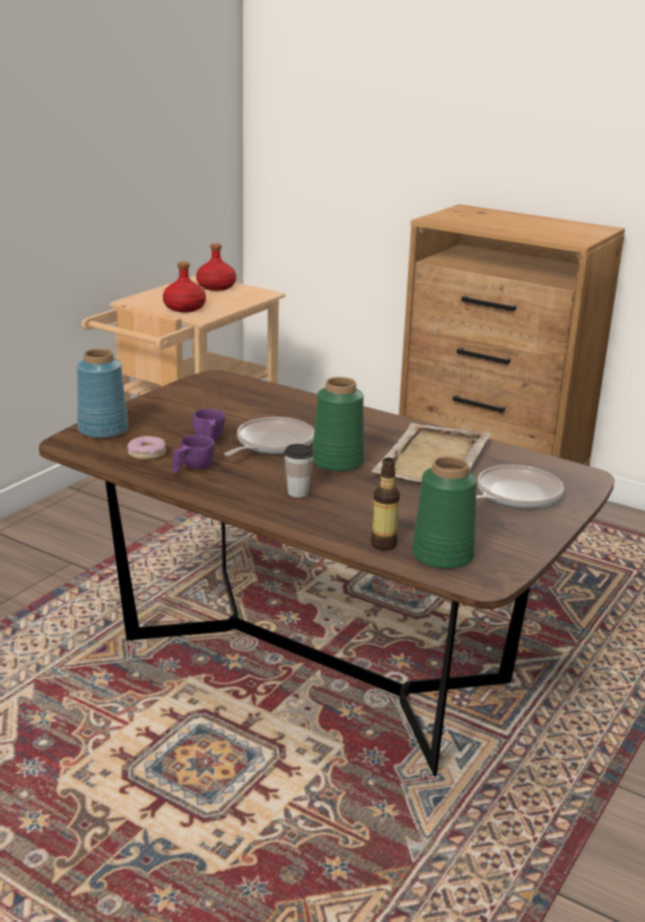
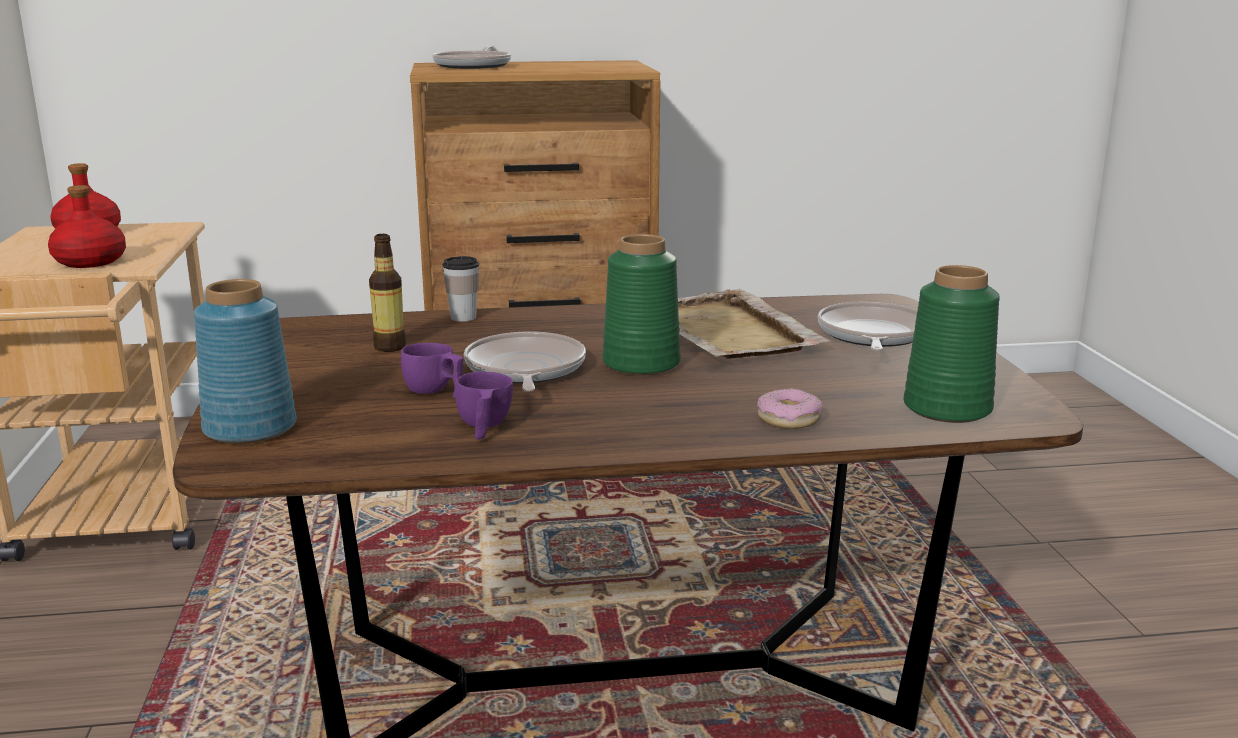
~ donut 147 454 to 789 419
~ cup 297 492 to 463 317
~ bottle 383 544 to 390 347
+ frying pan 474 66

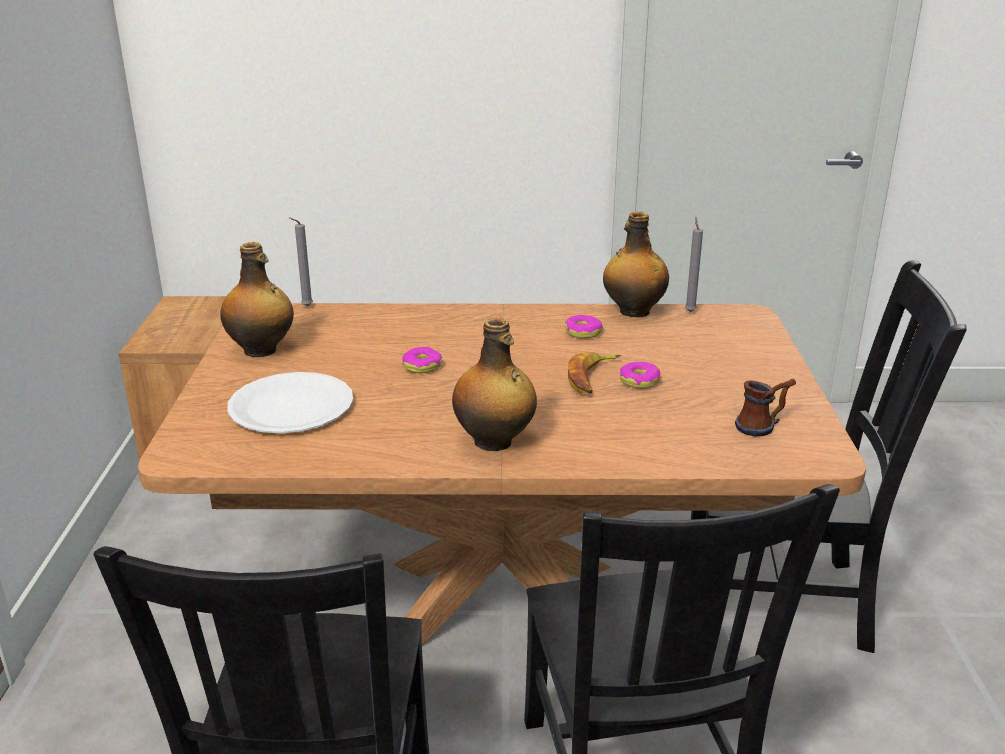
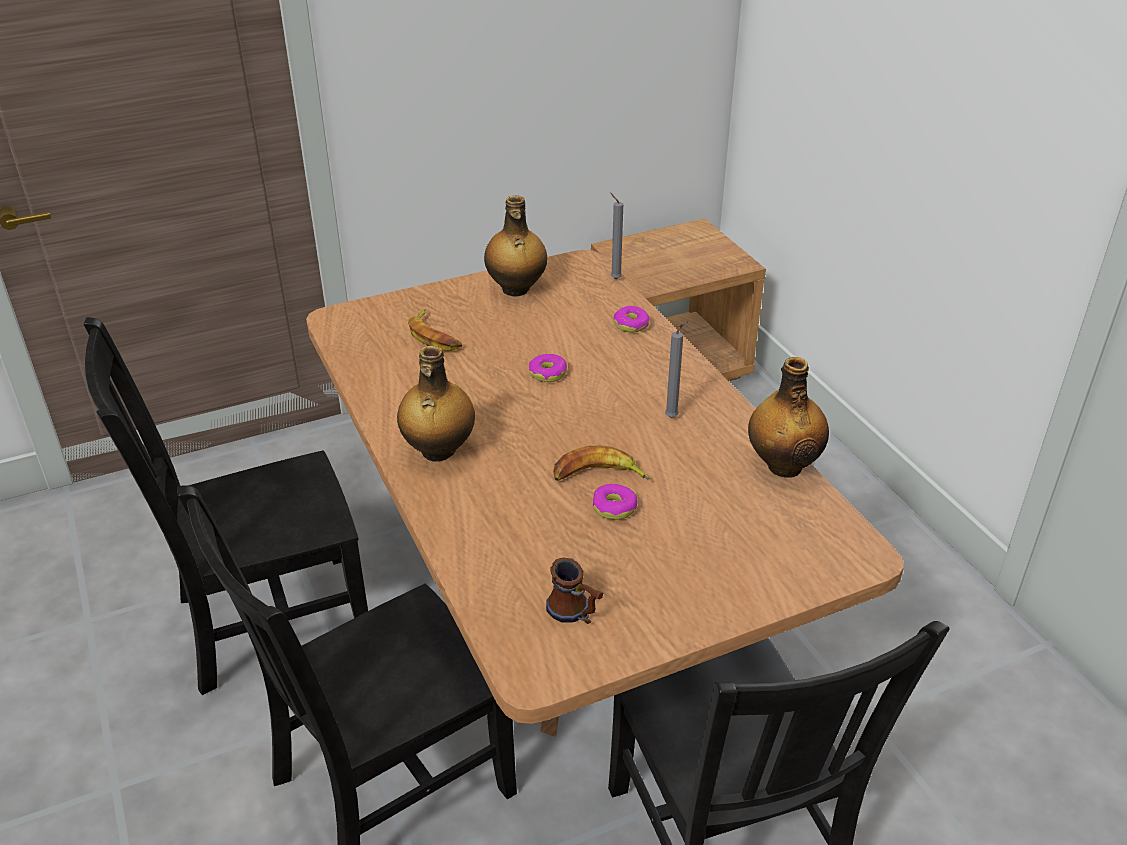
~ white plate 291 406 to banana 434 336
~ donut 583 332 to 631 325
~ grey candle 689 311 to 673 417

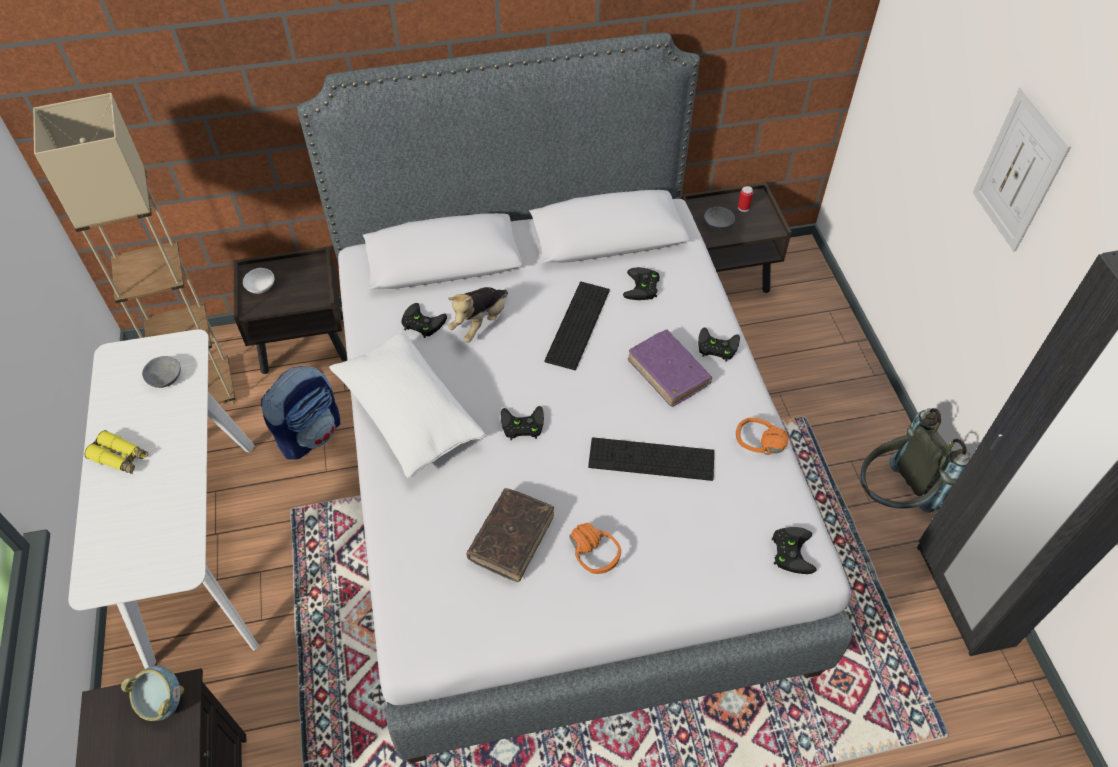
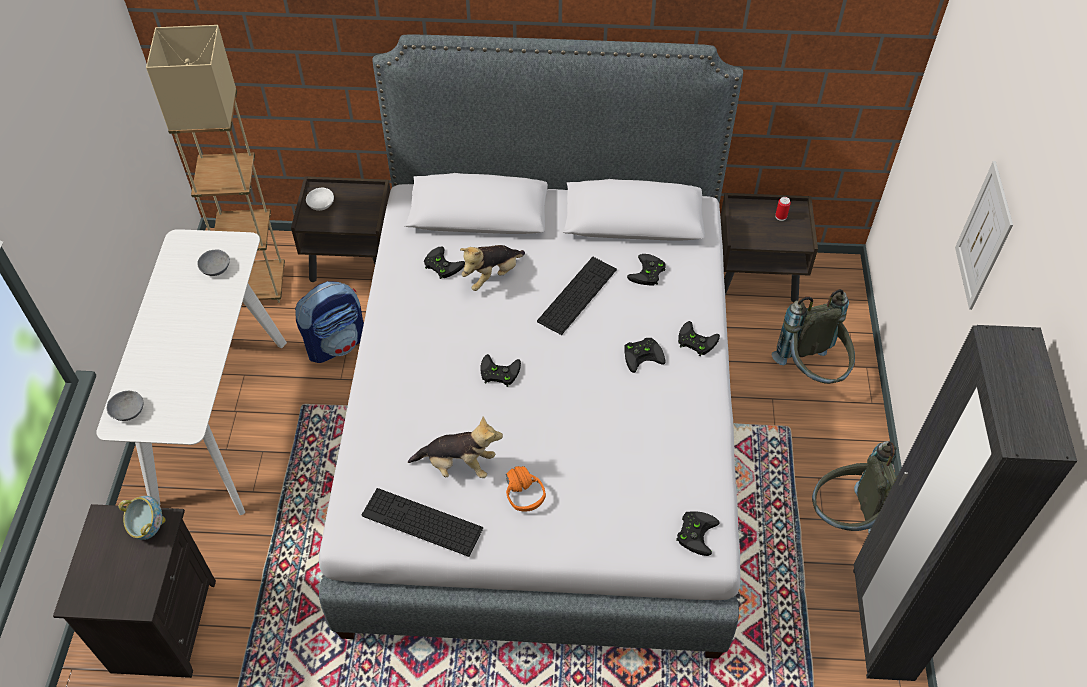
- yellow binoculars 120 457
- white pillow 408 414
~ brown book 511 538 to plush toy 458 465
~ keyboard 651 459 to 422 522
~ purple book 668 373 to black game controller 643 355
~ grey bowl 717 224 to 127 412
- orange headphones 758 449
+ grey backpack 812 372

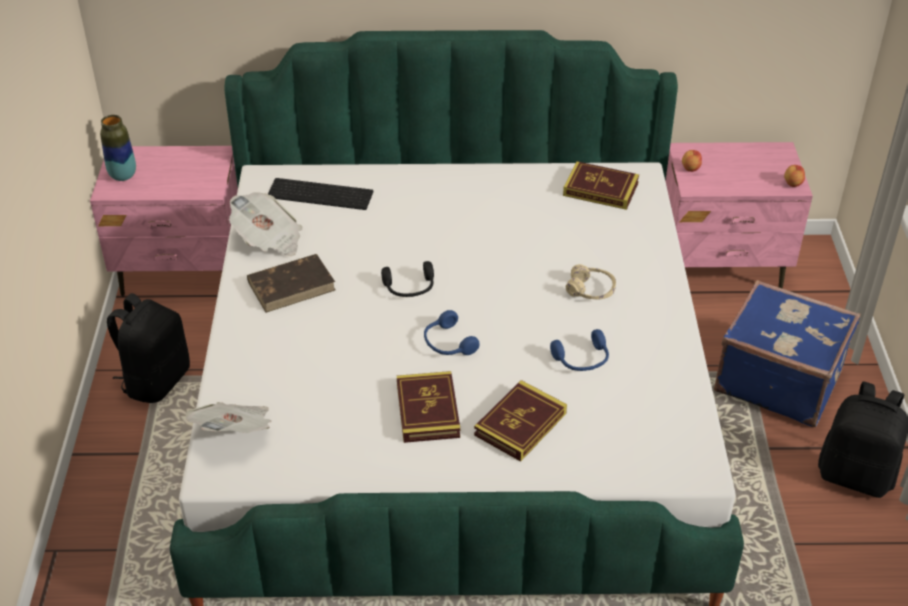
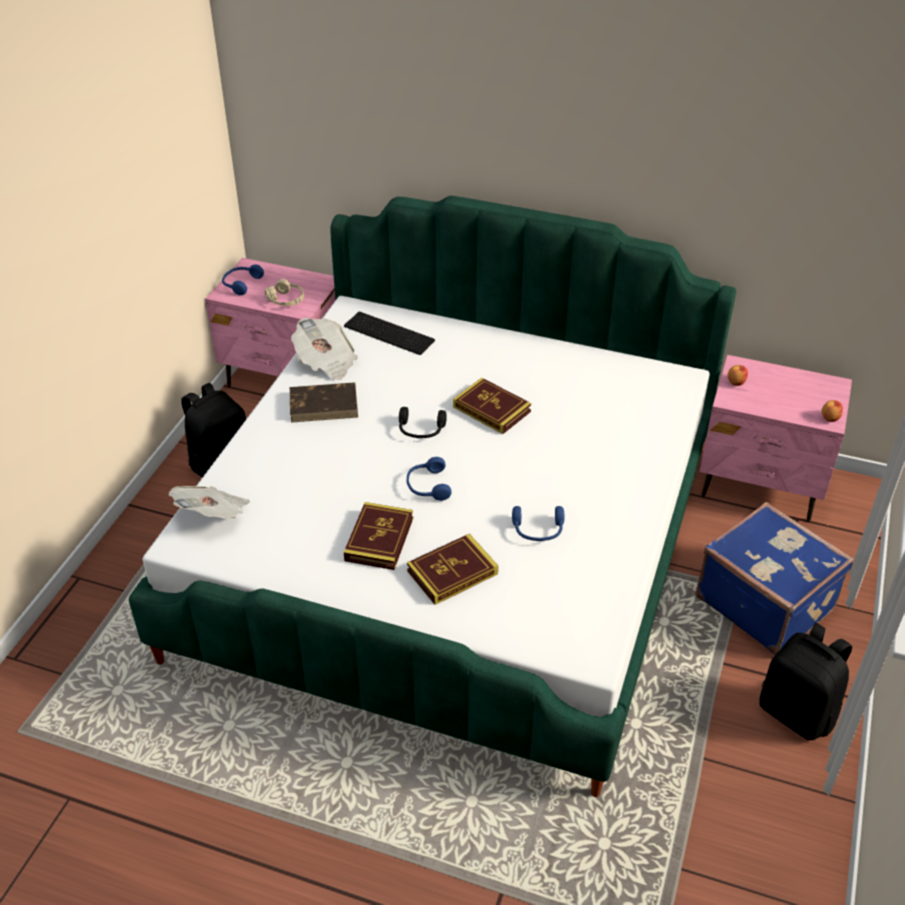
~ vase 123 175 to blue headphones 241 284
~ book 600 189 to 491 409
~ beige headphones 591 290 to 286 300

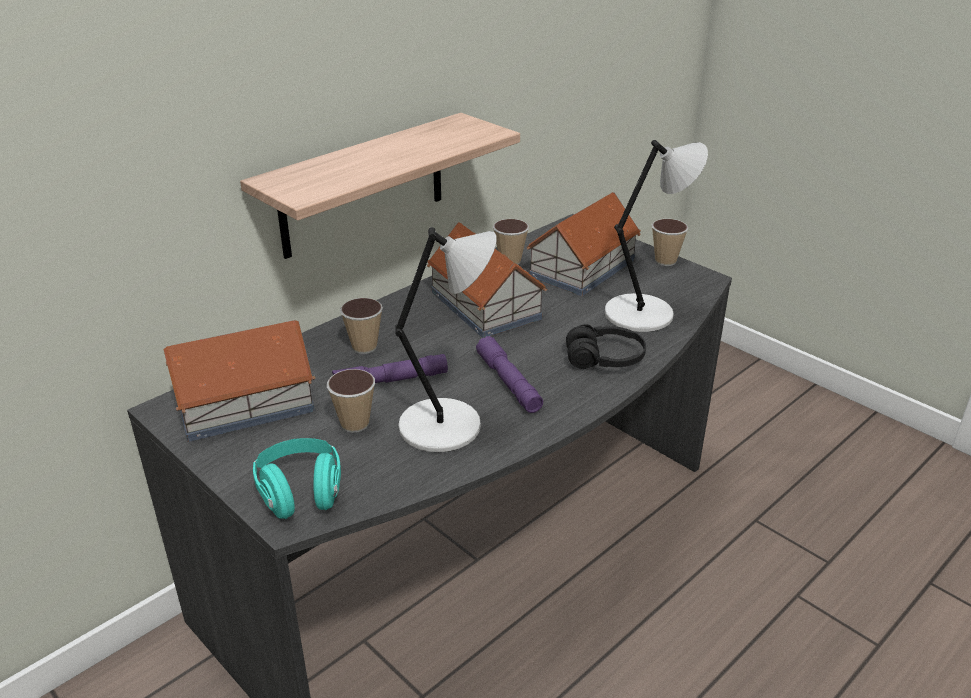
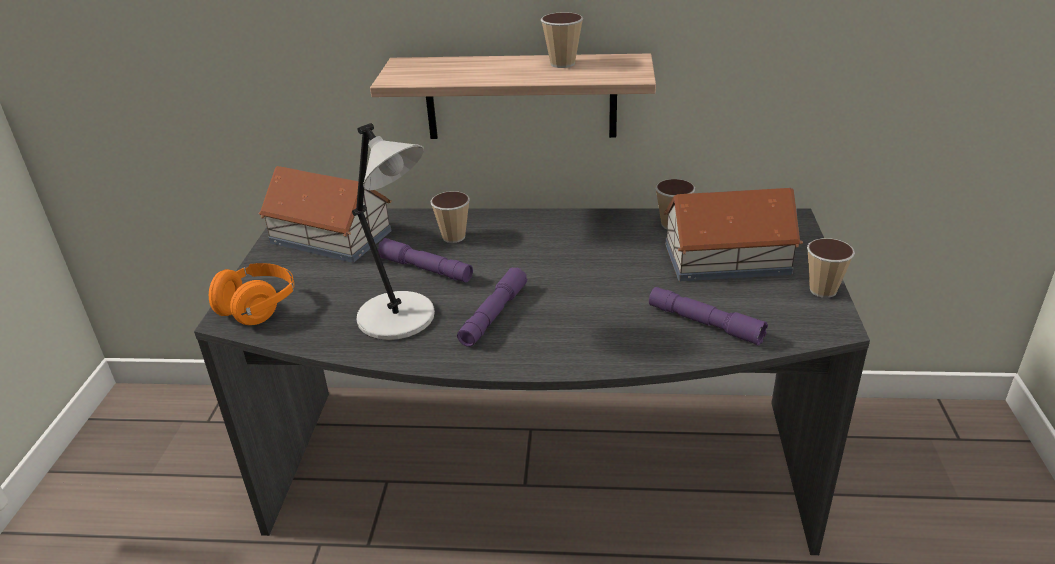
~ turquoise headphones 301 493 to orange headphones 258 308
~ cup 355 424 to 562 64
- toy house 485 306
- black headphones 605 359
~ grey table lamp 642 314 to purple flashlight 705 324

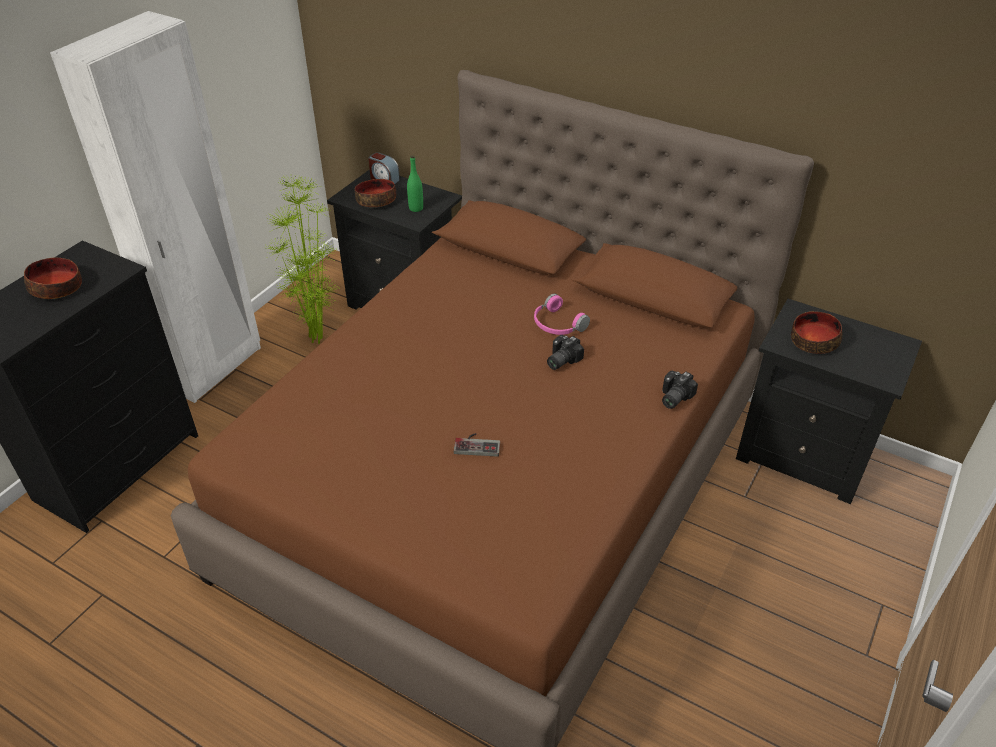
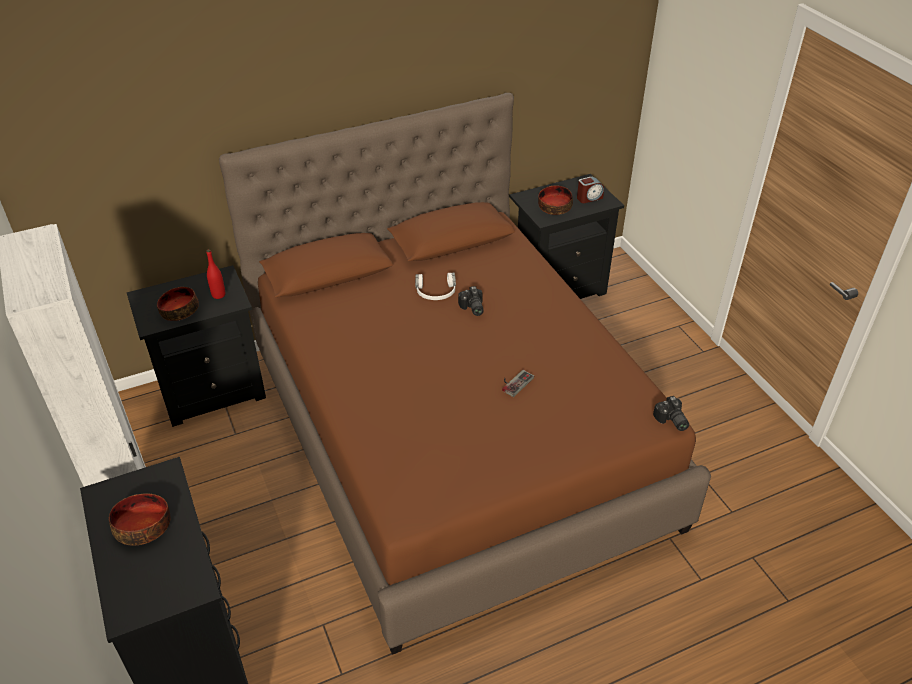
- potted plant 319 339
~ alarm clock 384 179 to 589 198
~ green bottle 416 208 to red bottle 218 295
~ pink headphones 557 324 to white headphones 436 292
~ photo camera 673 397 to 671 421

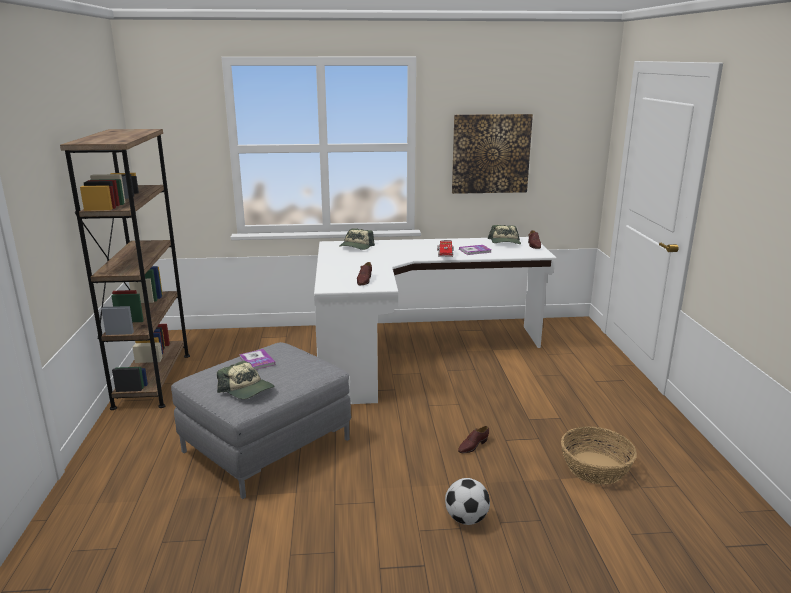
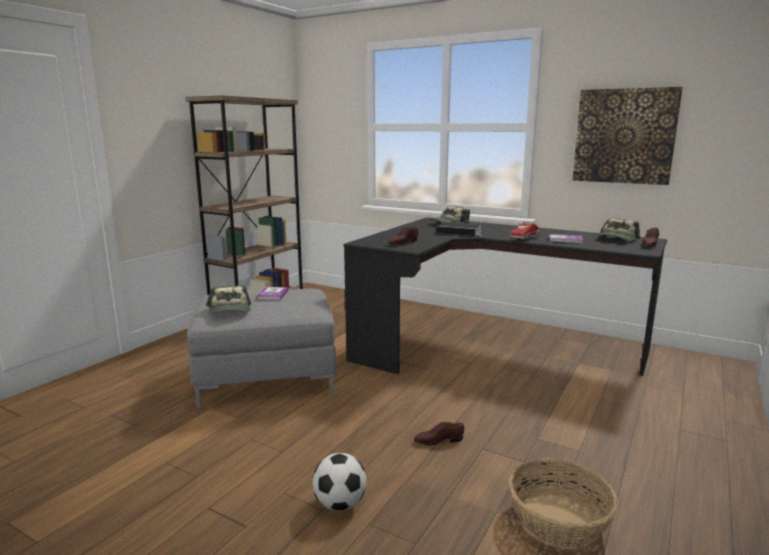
~ white desk 415 353 to black desk 489 345
+ book 461 232

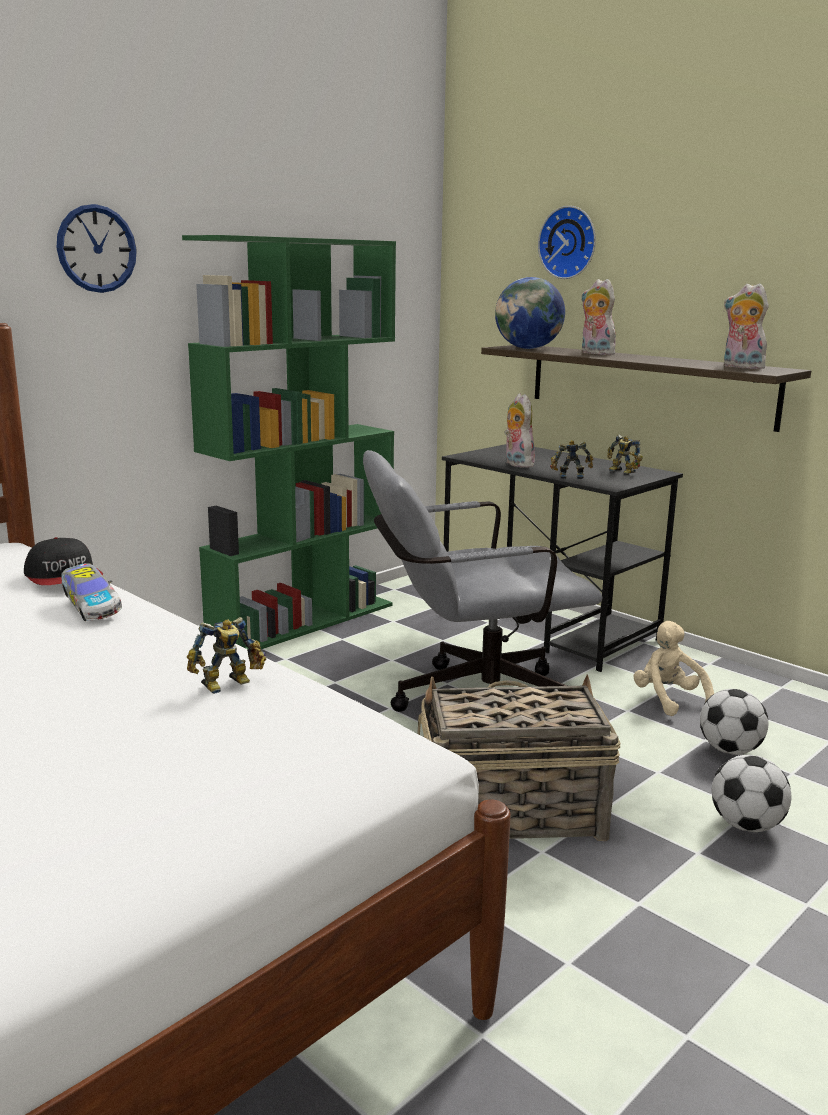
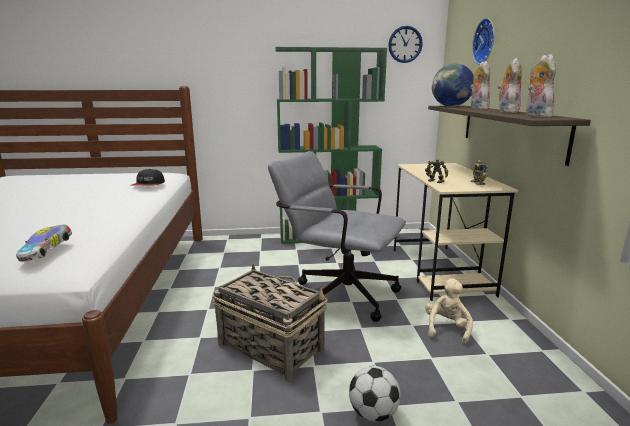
~ wall clock 96 249 to 405 44
~ toy car 90 607 to 47 252
- toy robot 229 685
~ black desk 549 628 to beige desk 440 271
~ plush toy 516 464 to 506 112
- football 730 750

